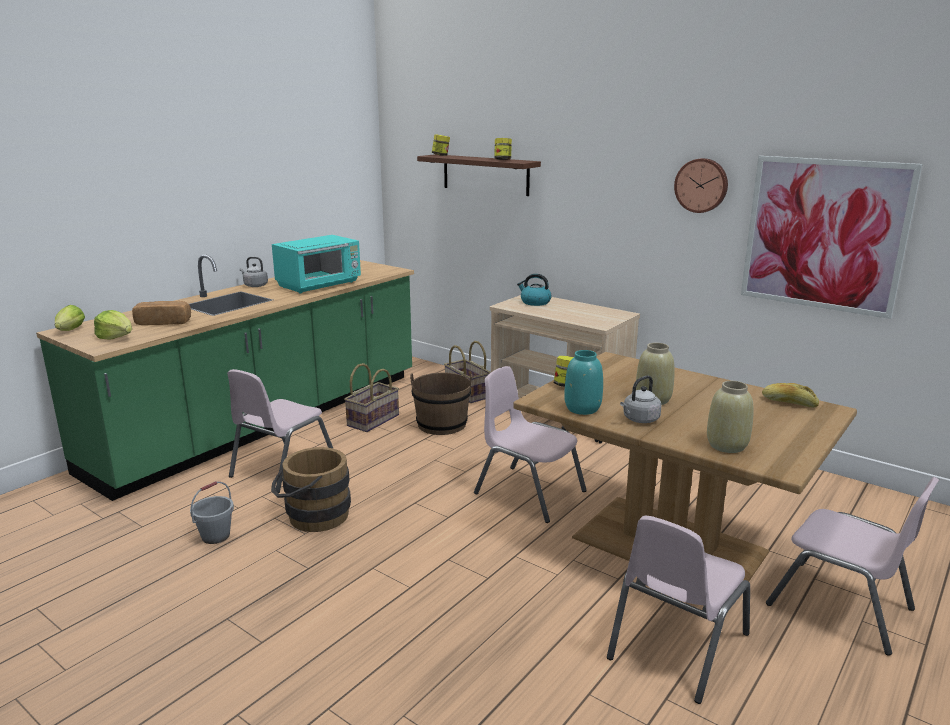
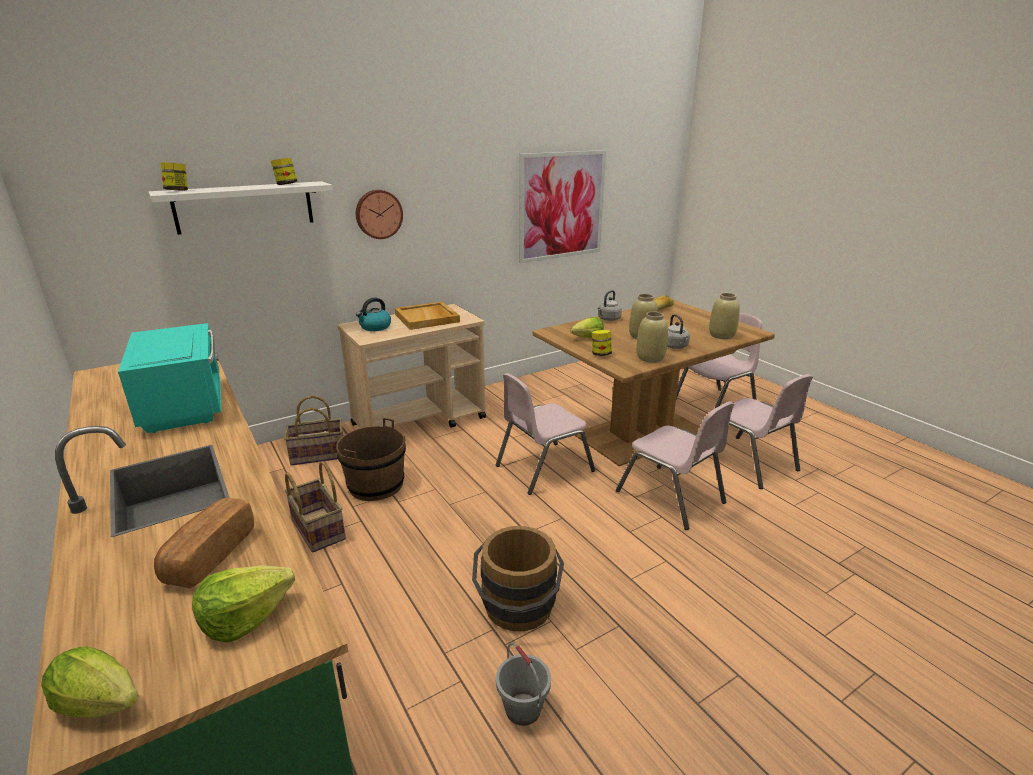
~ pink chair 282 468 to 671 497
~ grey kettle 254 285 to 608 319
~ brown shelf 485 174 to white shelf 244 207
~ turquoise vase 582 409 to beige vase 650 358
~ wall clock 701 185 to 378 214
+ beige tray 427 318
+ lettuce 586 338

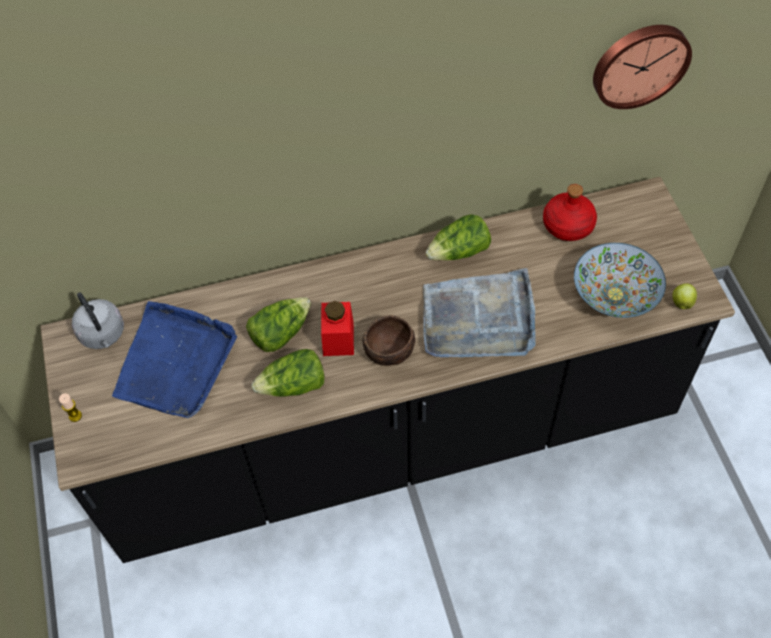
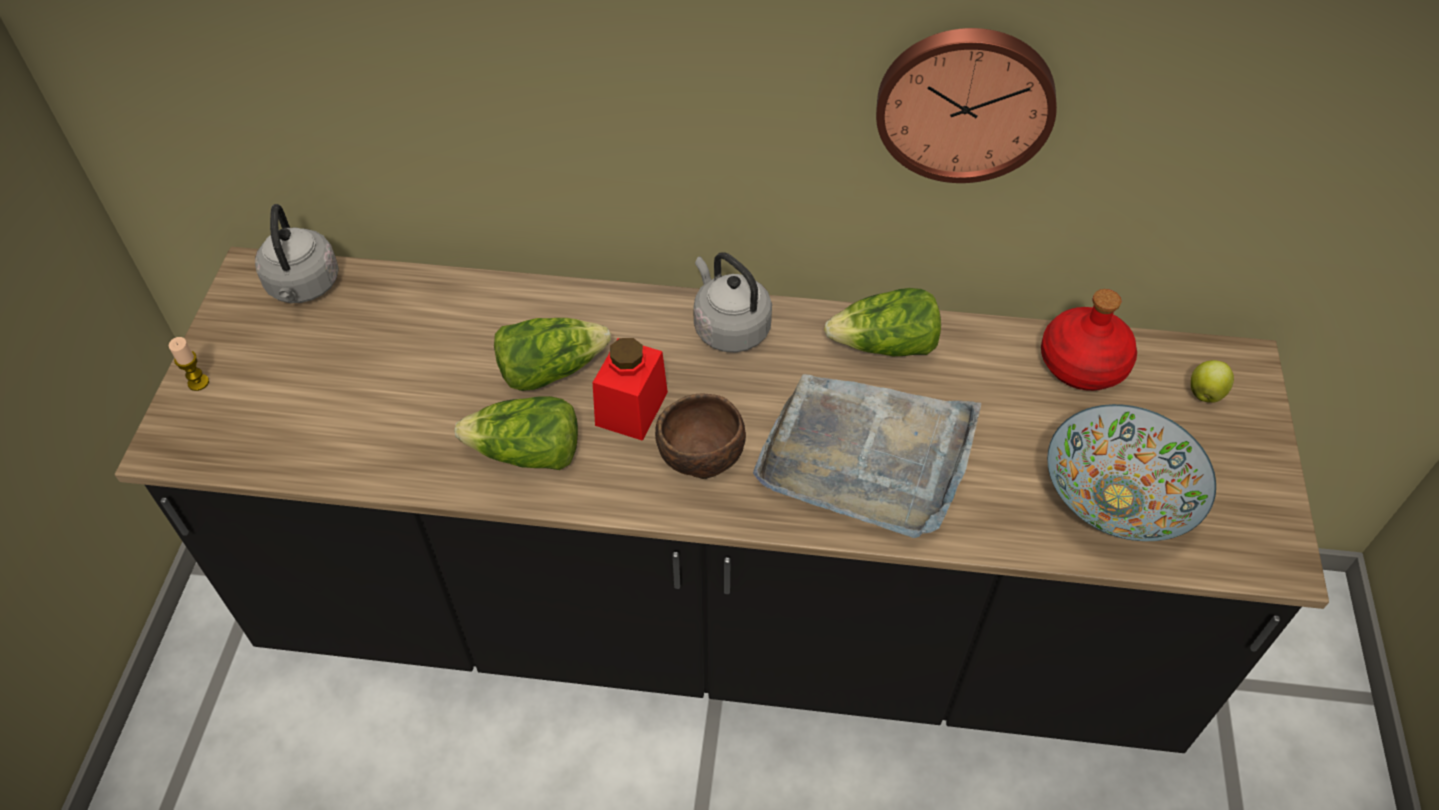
- blue tray 175 363
~ wall clock 639 64 to 965 102
~ apple 682 302 to 1205 393
+ grey kettle 729 327

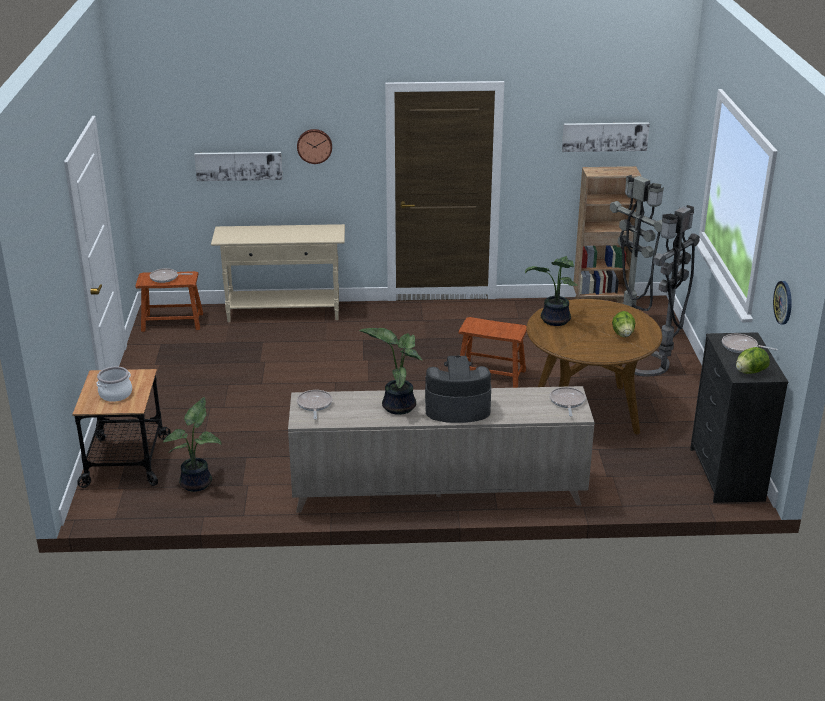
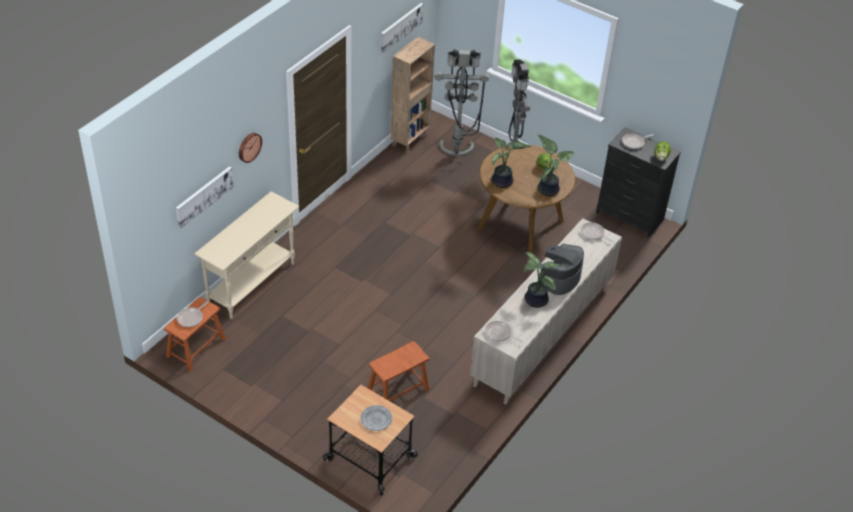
~ cooking pot 115 394 to grey plate 376 419
~ potted plant 198 483 to 548 189
~ brown stool 491 374 to 398 390
- wall clock 783 302

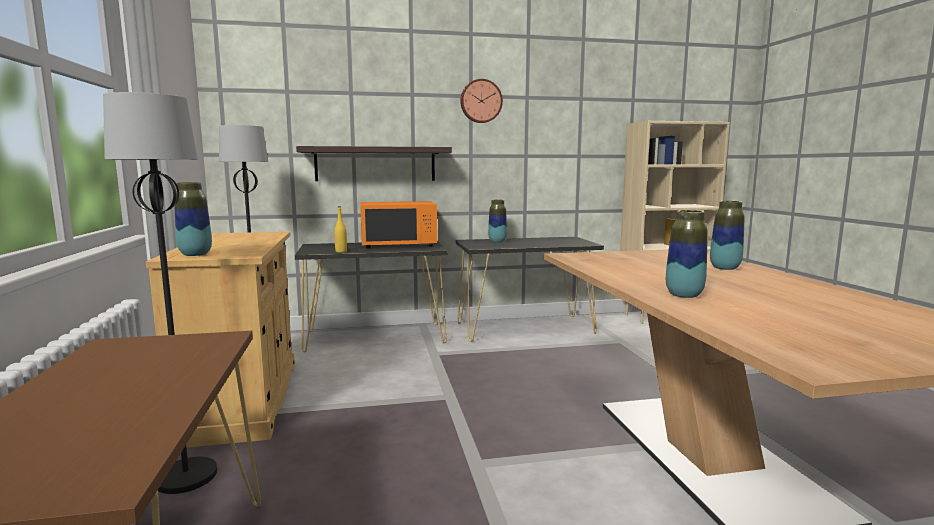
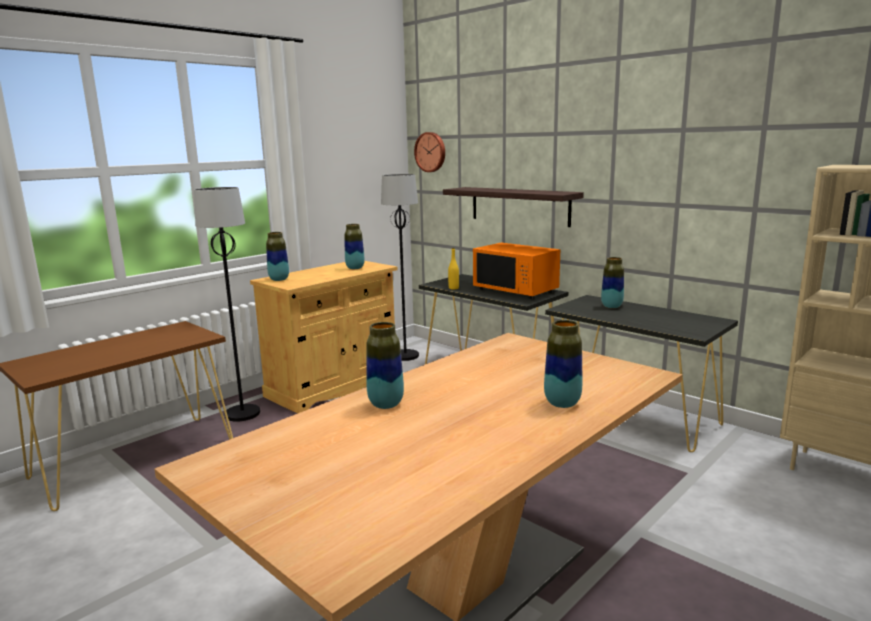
~ wall clock 481 101 to 431 152
+ vase 355 268

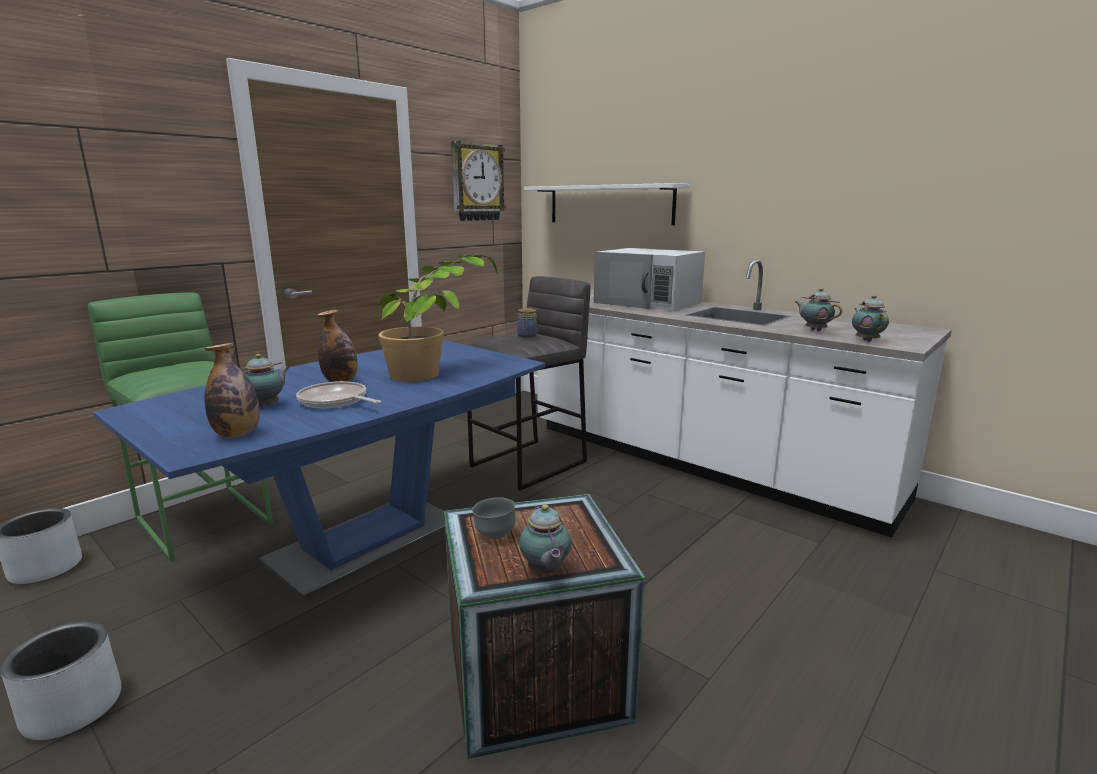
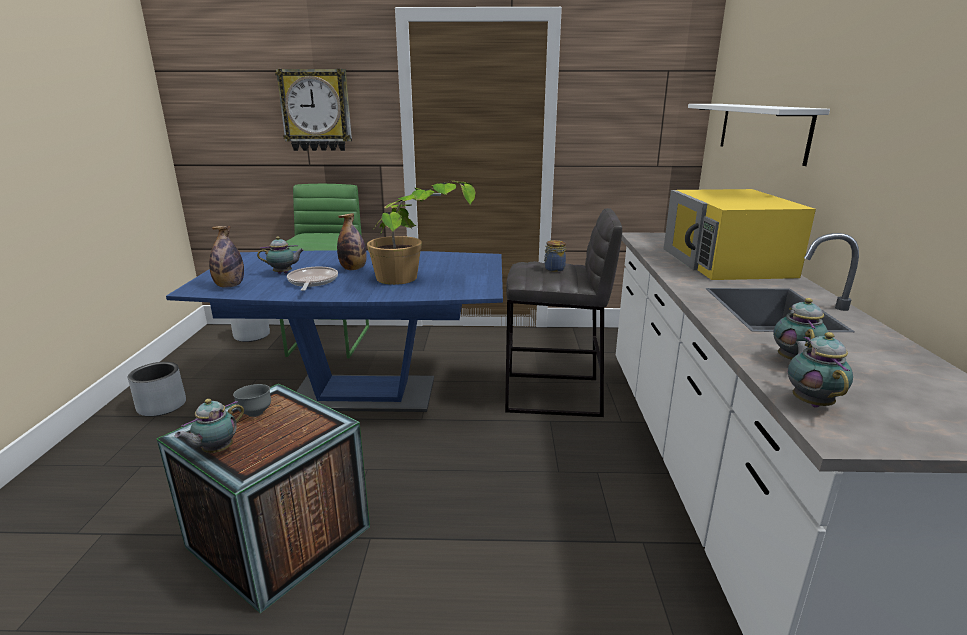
~ wall clock 477 182 to 316 110
~ white microwave 648 302 to yellow microwave 726 262
~ teapot 866 340 = 810 402 45 degrees counterclockwise

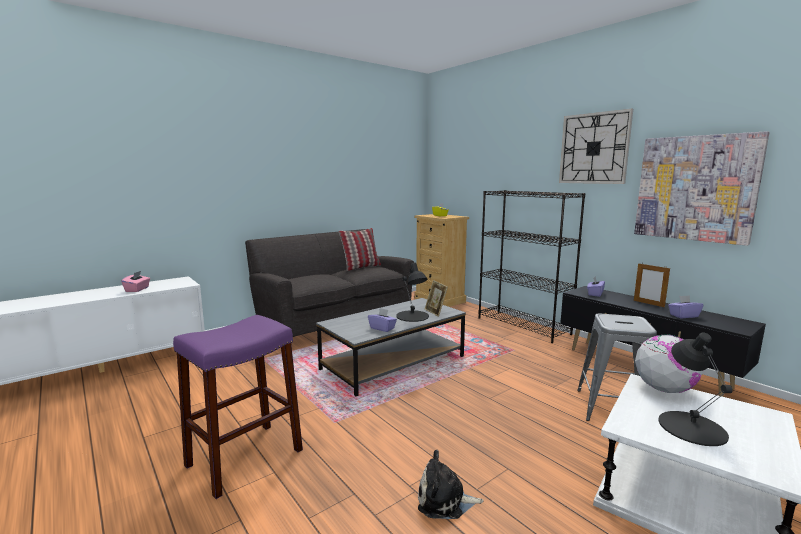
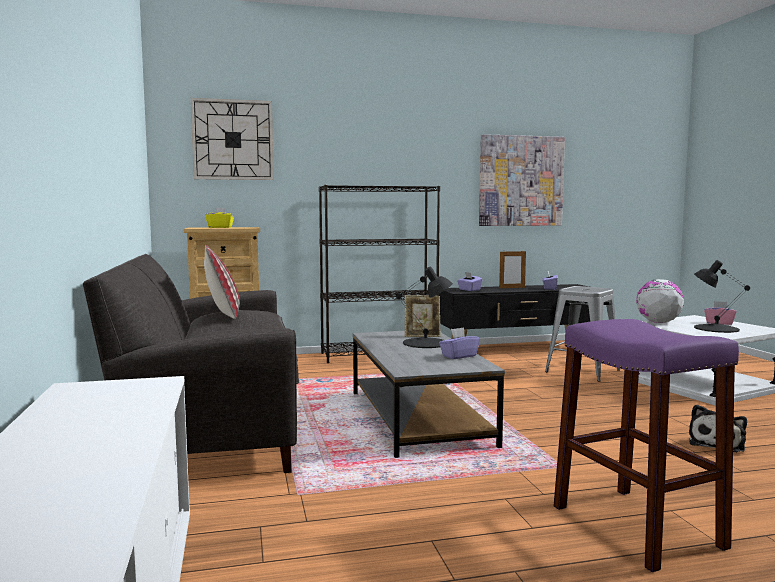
~ pink tissue box 137 289 to 719 323
~ wall clock 594 148 to 233 140

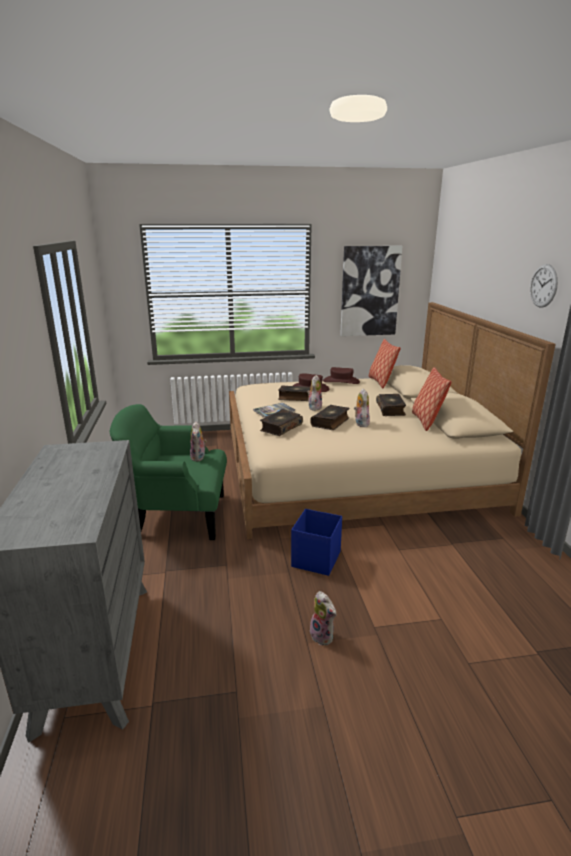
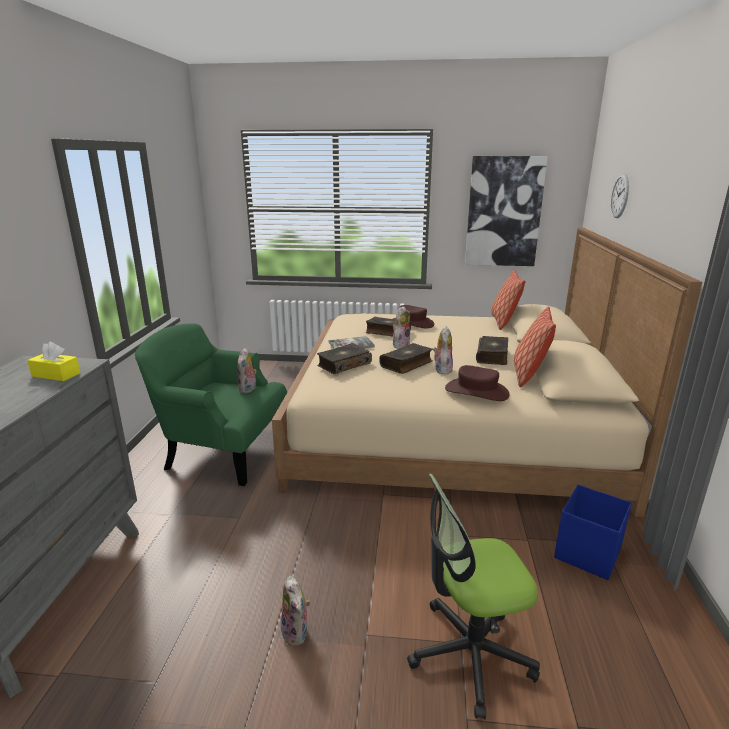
~ blue storage box 315 559 to 586 553
~ brown hat 341 381 to 476 391
~ wall clock 543 286 to 620 196
+ yellow tissue box 56 374
+ office chair 470 653

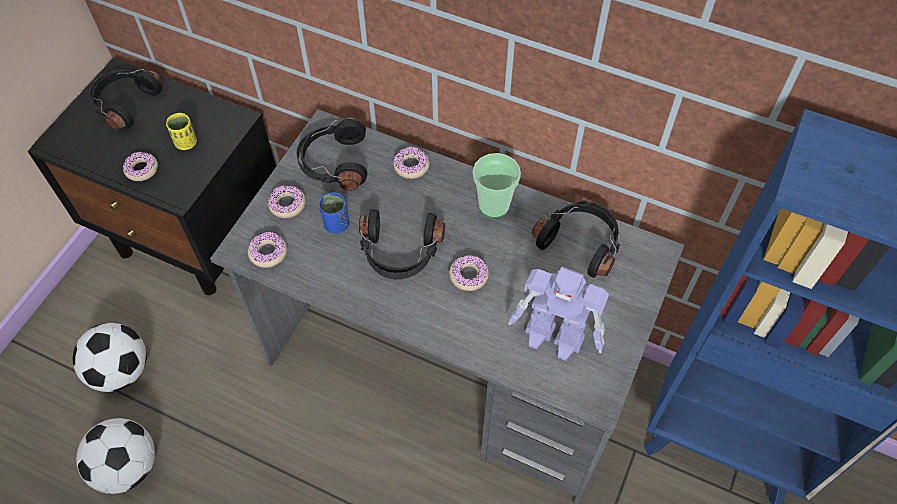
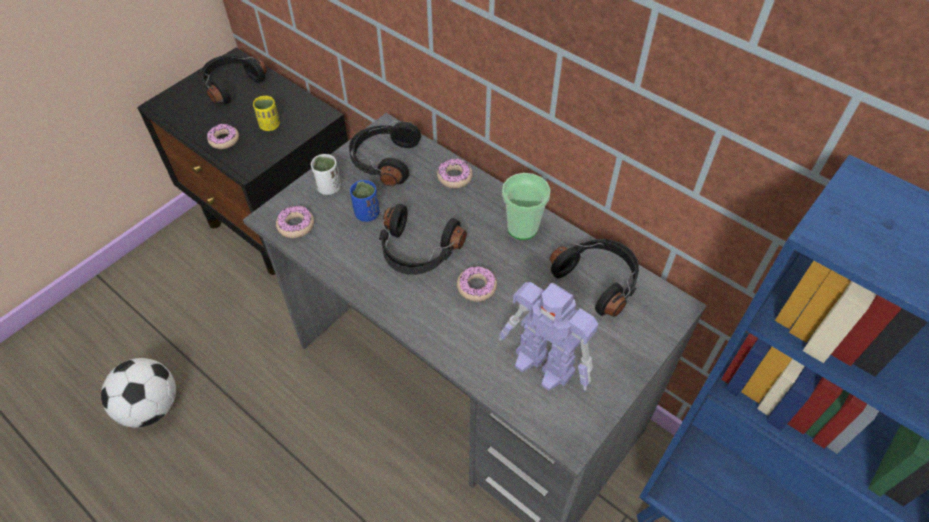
- football 121 371
~ donut 287 204 to white cup 329 187

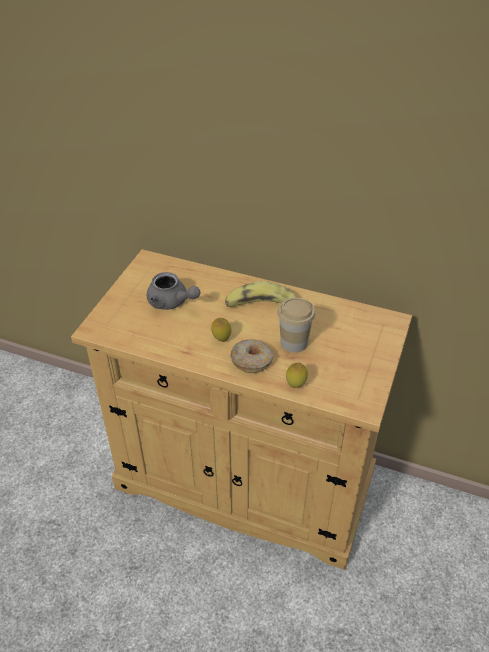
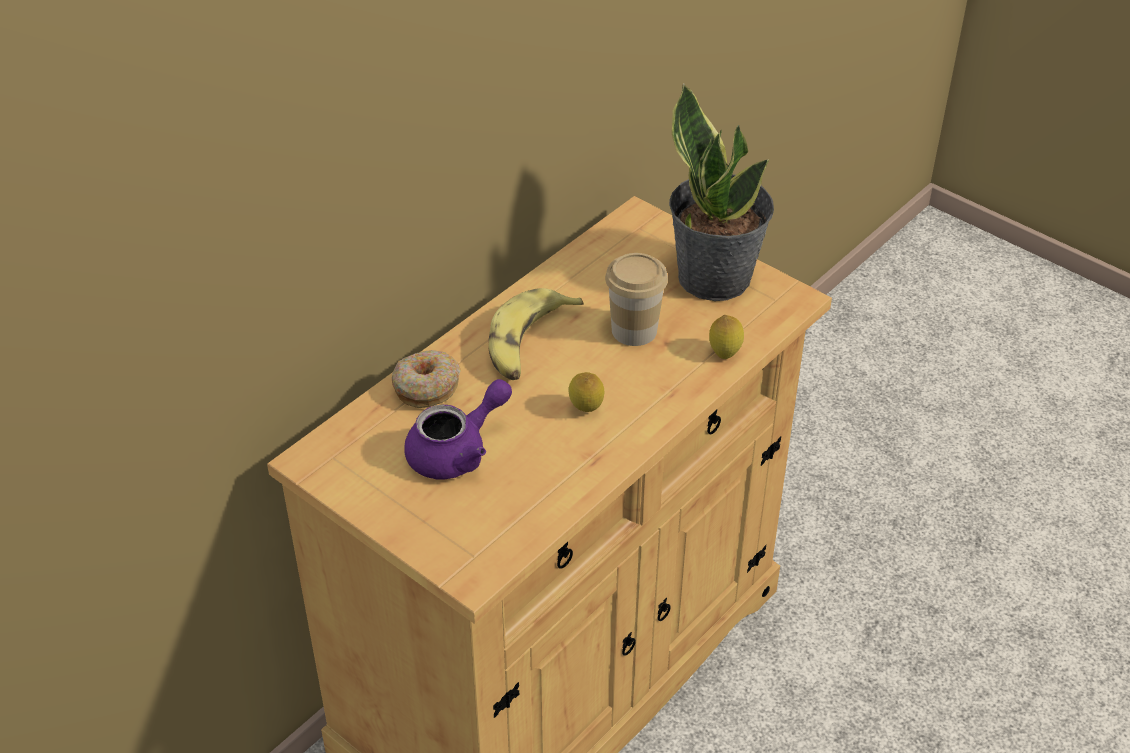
~ grey teapot 171 302 to purple teapot 457 451
~ donut 252 361 to 426 387
+ potted plant 715 276

